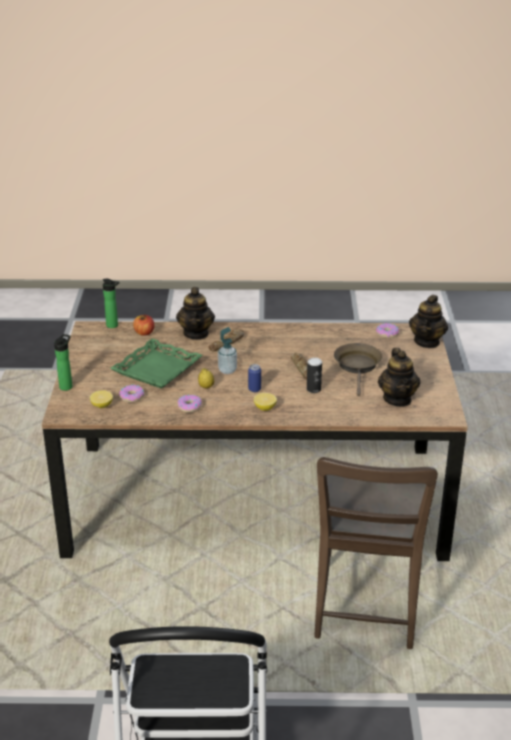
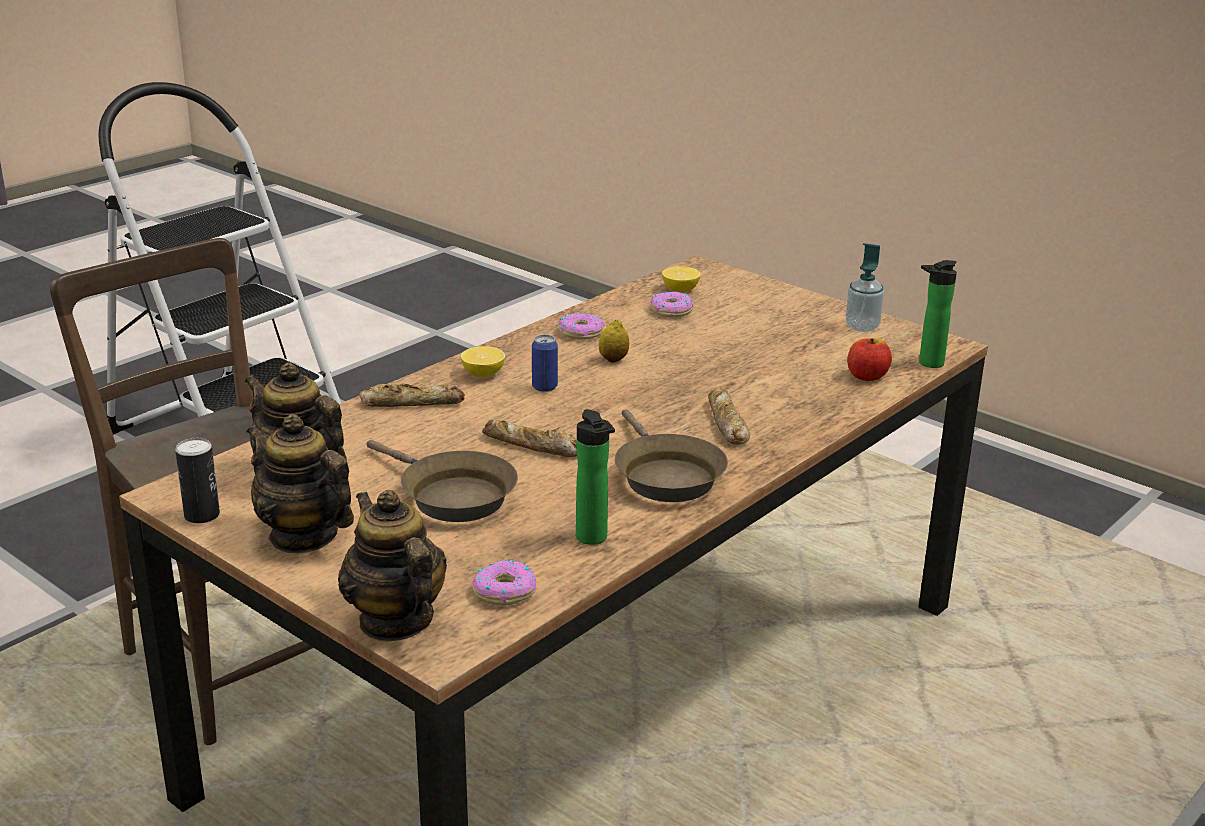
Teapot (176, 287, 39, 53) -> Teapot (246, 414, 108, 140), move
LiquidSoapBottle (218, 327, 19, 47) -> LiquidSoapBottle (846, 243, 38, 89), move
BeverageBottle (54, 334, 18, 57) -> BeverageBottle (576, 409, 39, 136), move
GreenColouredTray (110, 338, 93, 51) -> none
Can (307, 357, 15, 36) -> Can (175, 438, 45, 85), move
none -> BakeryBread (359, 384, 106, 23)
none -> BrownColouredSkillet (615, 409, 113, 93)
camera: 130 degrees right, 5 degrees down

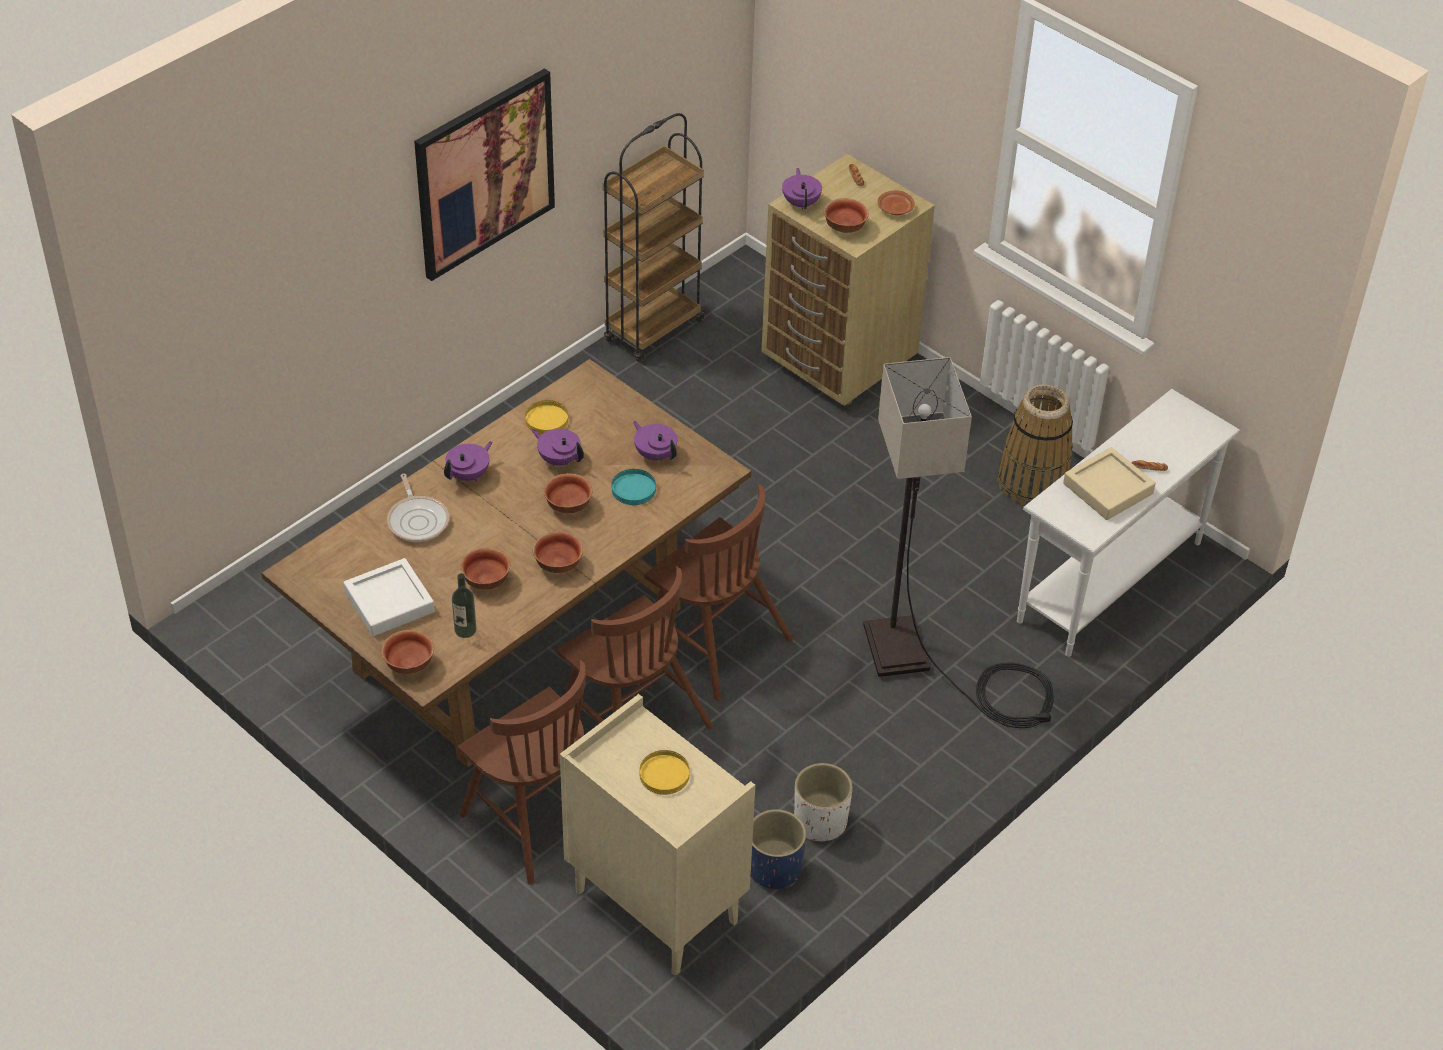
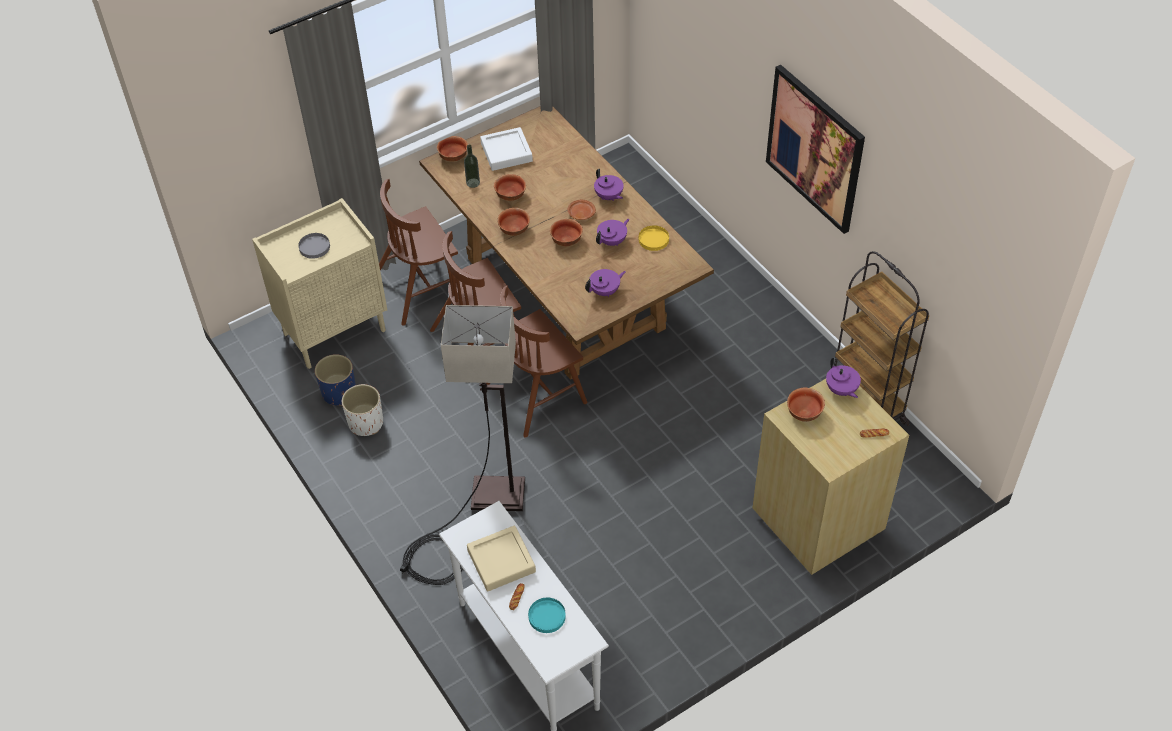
PurpleTeapot (782, 168, 40, 42) -> PurpleTeapot (826, 358, 35, 40), 60 degrees clockwise
BrownColouredPlate (877, 190, 38, 25) -> BrownColouredPlate (568, 200, 28, 20), move
Basket (998, 384, 75, 121) -> none
TurquoiseColouredPlate (612, 469, 44, 36) -> TurquoiseColouredPlate (528, 598, 38, 35), move
Skillet (387, 474, 62, 68) -> none
YellowColouredPlate (640, 750, 50, 45) -> GreyishPlate (298, 233, 32, 26)
camera: 105 degrees right, 5 degrees up

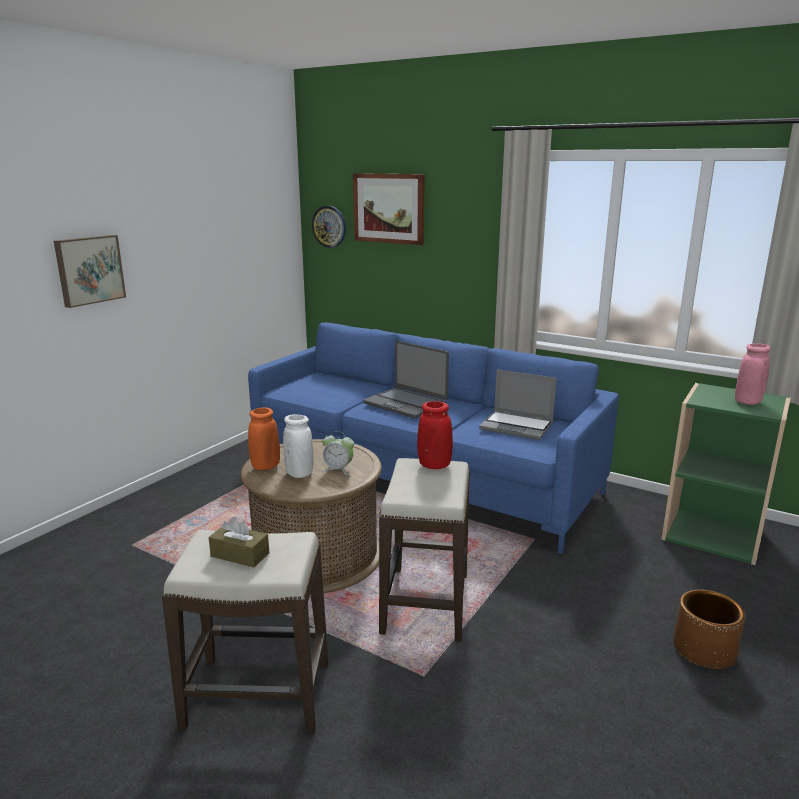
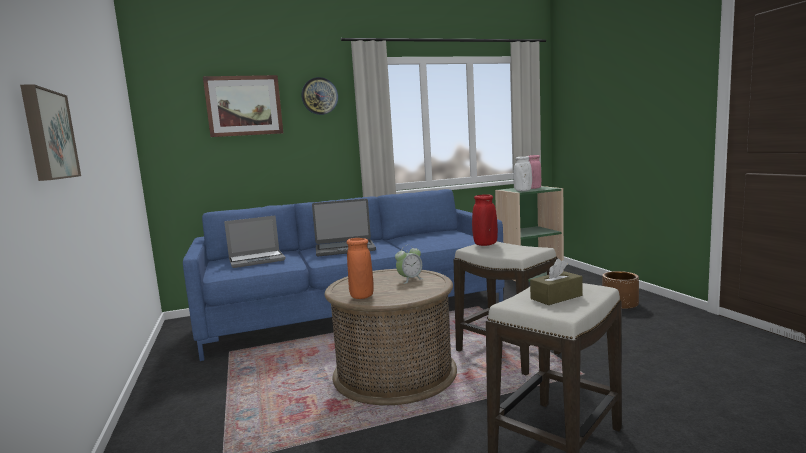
ClockOnTheWall (312, 206, 34, 42) -> ClockOnTheWall (302, 77, 36, 38), move
NotebookComputer (479, 369, 78, 71) -> NotebookComputer (224, 216, 62, 52), move
WhiteVase (283, 414, 31, 64) -> WhiteVase (513, 156, 19, 35), move
camera: 50 degrees left, 10 degrees down

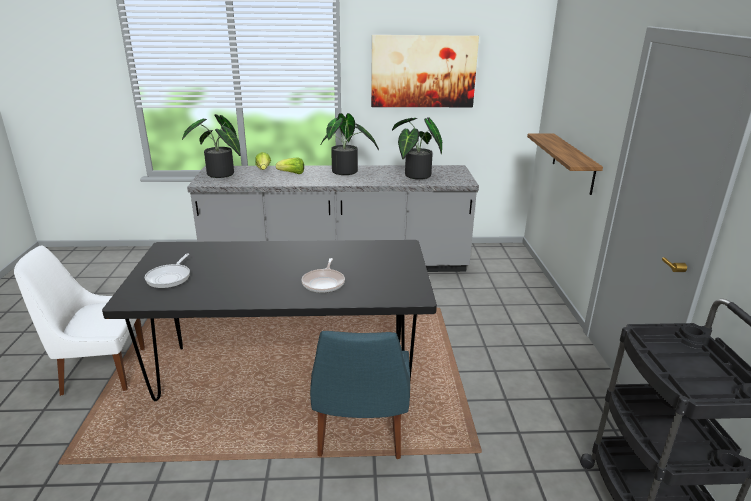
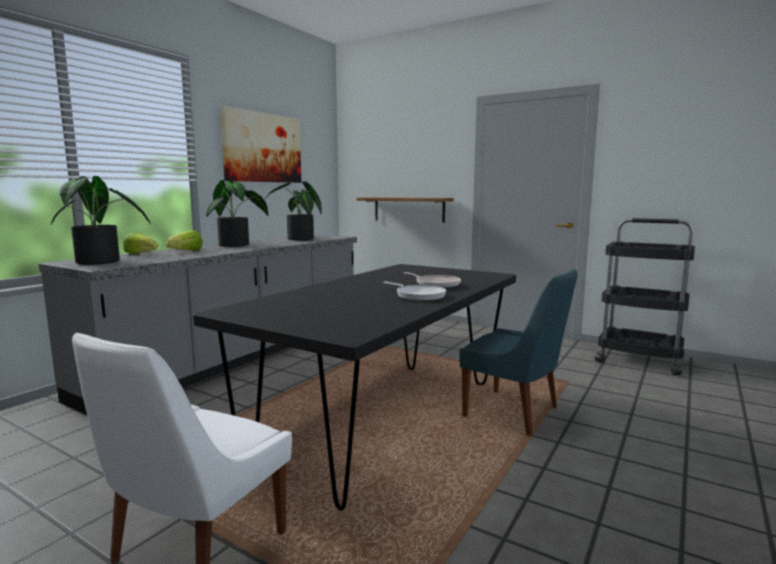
Skillet (145, 254, 45, 34) -> Skillet (383, 282, 63, 19), move
camera: 55 degrees left, 15 degrees down

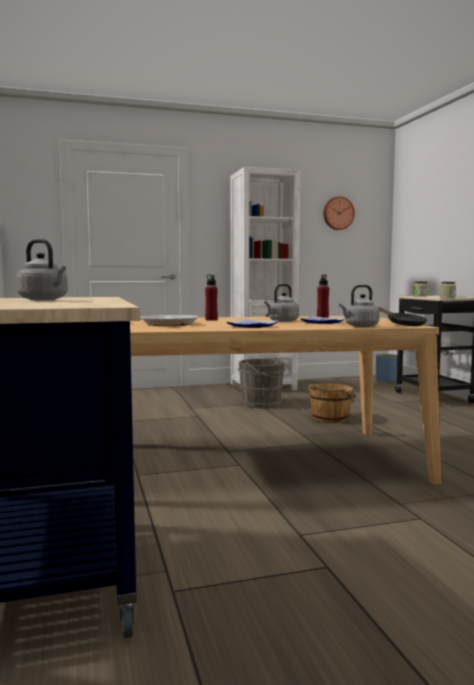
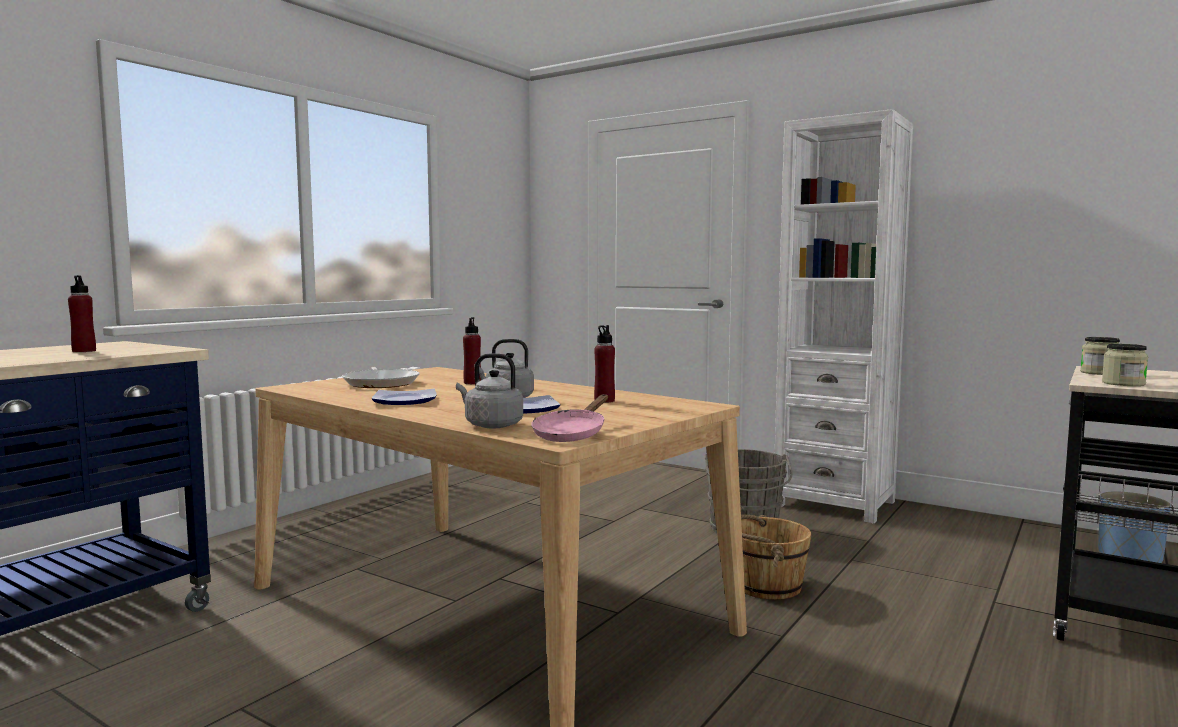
ClockOnTheWall (323, 196, 32, 34) -> none
GreyishKettle (16, 239, 52, 61) -> RedBeverageBottle (68, 275, 28, 77)
BlackSkillet (378, 307, 49, 19) -> PinkSkillet (531, 394, 77, 48)
camera: 50 degrees right, 0 degrees up

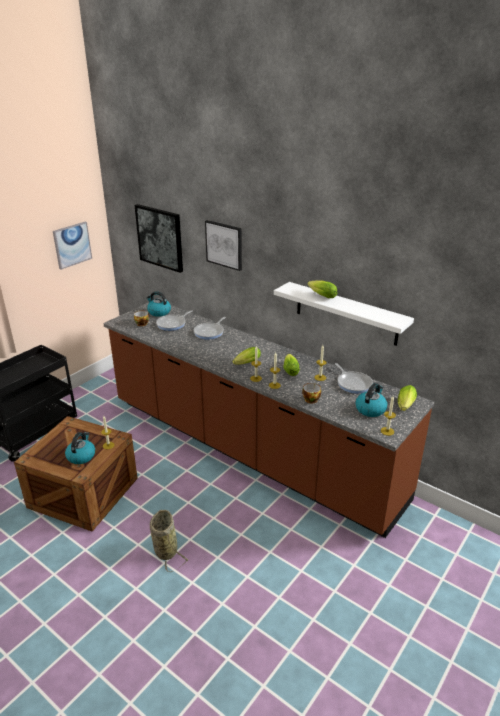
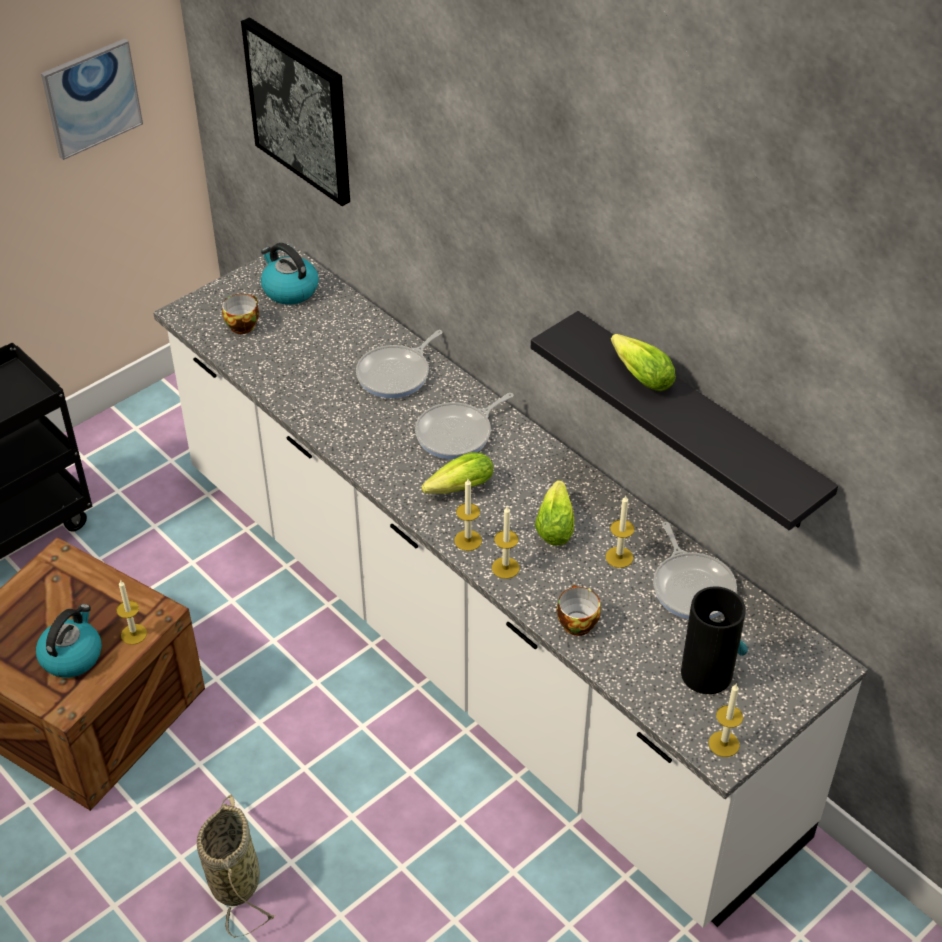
WallArt (205, 220, 37, 51) -> none
WhiteWallShelf (274, 282, 140, 64) -> BlackWallShelf (531, 311, 307, 219)
BrownColouredKitchenCounter (103, 302, 332, 236) -> WhiteKitchenCounter (153, 242, 715, 686)
Skillet (156, 310, 37, 21) -> Skillet (415, 393, 99, 66), move
Kettle (355, 383, 32, 34) -> Vase (681, 586, 67, 108)
LettuceHead (398, 385, 19, 26) -> none
camera: 10 degrees right, 15 degrees up

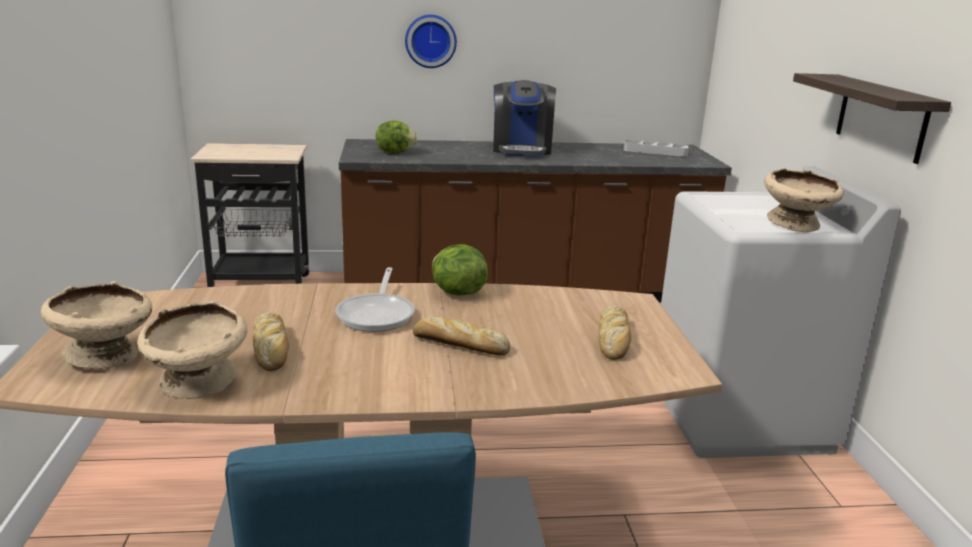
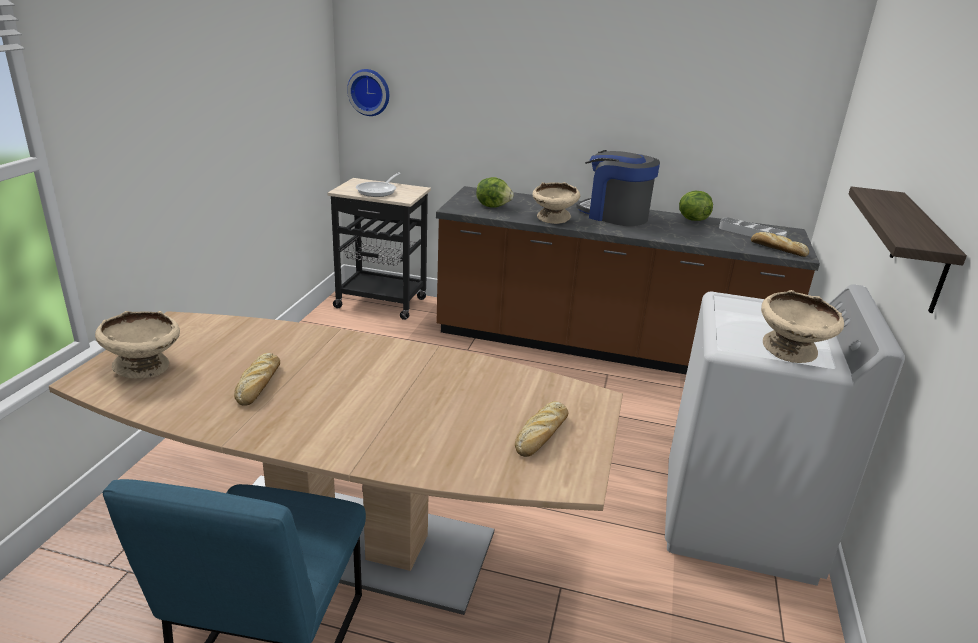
ClockOnTheWall (405, 15, 52, 53) -> ClockOnTheWall (347, 69, 42, 47), move
CoffeeBrewer (493, 80, 63, 77) -> CoffeeBrewer (576, 150, 84, 76), 105 degrees clockwise
LettuceHead (432, 244, 56, 52) -> LettuceHead (679, 191, 34, 30), move
Skillet (335, 267, 80, 65) -> Skillet (356, 172, 45, 25), move
SandColouredServingBowl (137, 301, 110, 98) -> SandColouredServingBowl (532, 182, 48, 42), move
BakeryBread (413, 316, 97, 40) -> BakeryBread (751, 232, 58, 25), move
camera: 20 degrees right, 5 degrees up

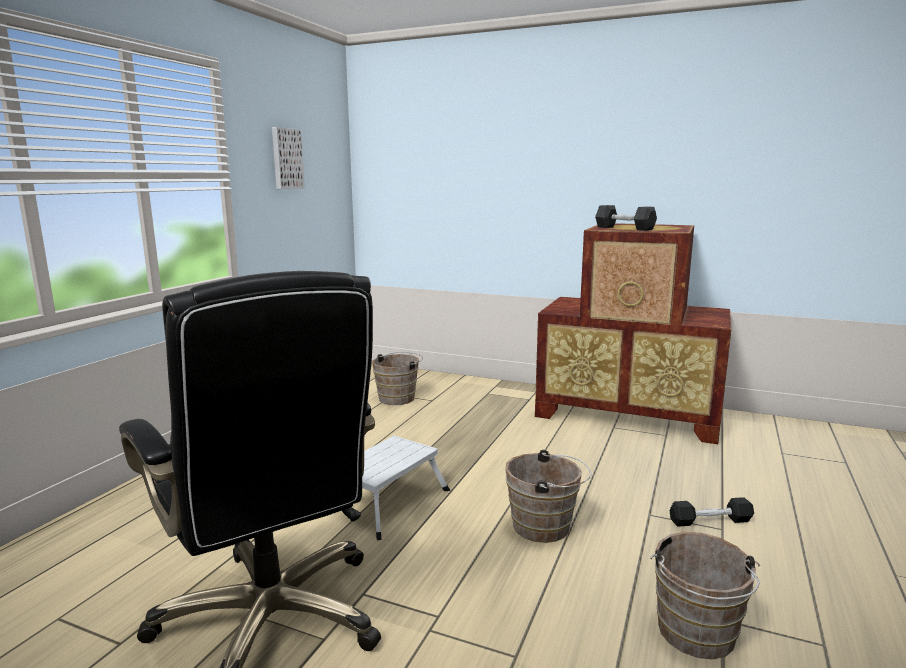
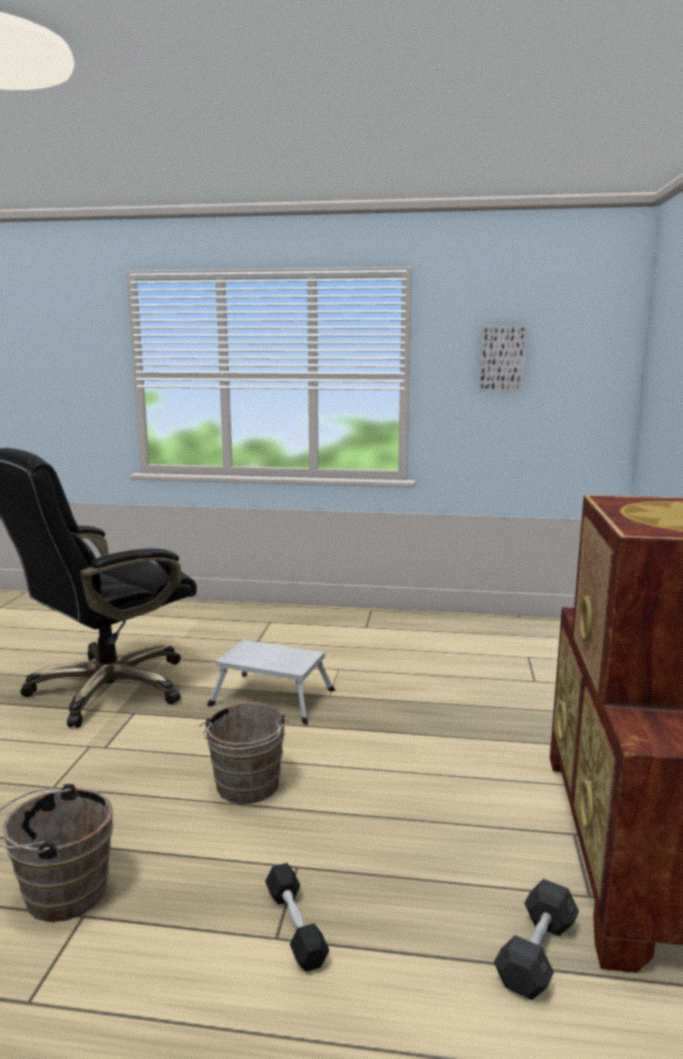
GreyishDumbbell (595, 205, 62, 26) -> GreyishDumbbell (494, 879, 85, 121), move
BrownColouredBucket (372, 352, 51, 53) -> none
camera: 75 degrees right, 0 degrees up

